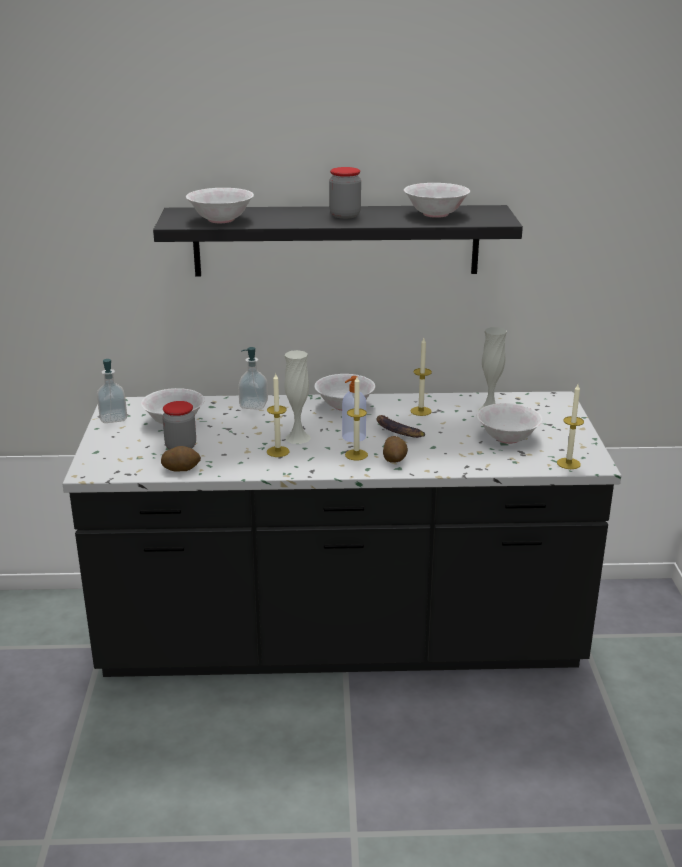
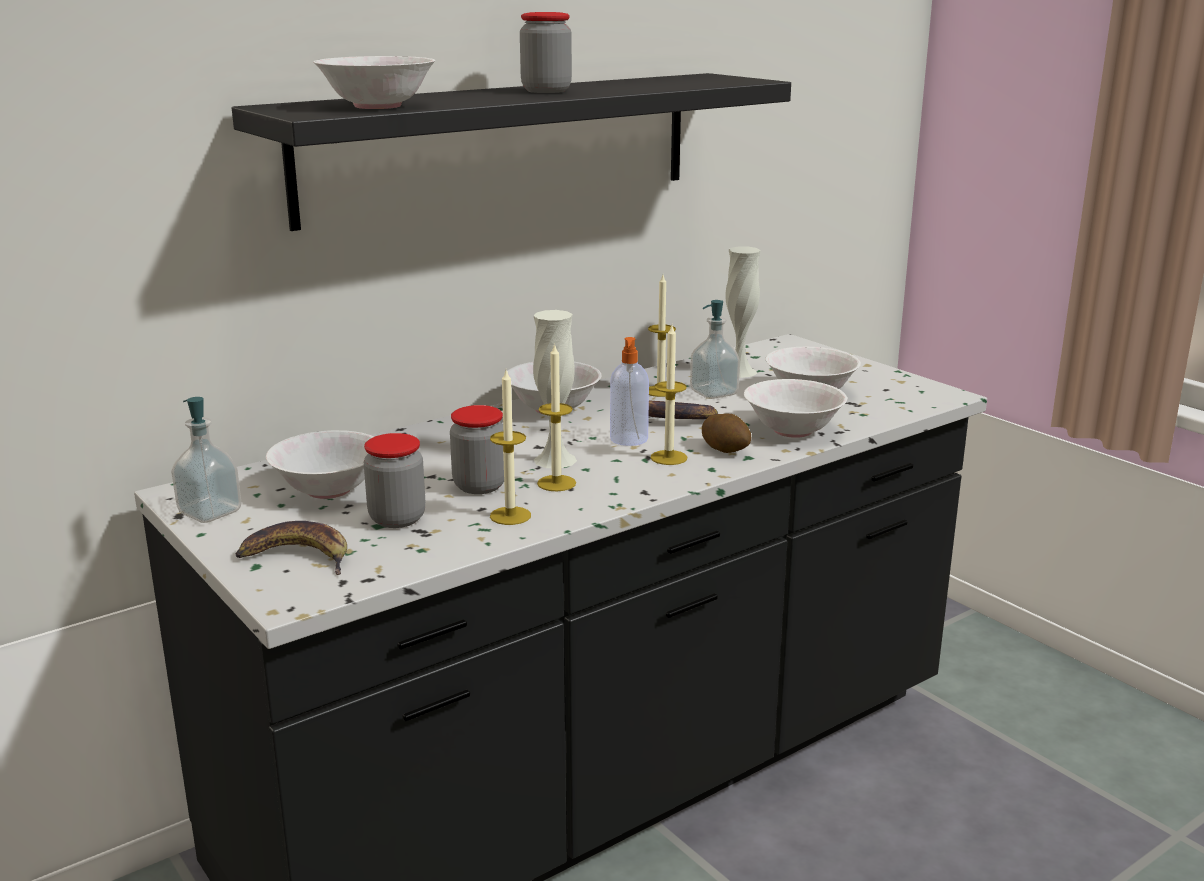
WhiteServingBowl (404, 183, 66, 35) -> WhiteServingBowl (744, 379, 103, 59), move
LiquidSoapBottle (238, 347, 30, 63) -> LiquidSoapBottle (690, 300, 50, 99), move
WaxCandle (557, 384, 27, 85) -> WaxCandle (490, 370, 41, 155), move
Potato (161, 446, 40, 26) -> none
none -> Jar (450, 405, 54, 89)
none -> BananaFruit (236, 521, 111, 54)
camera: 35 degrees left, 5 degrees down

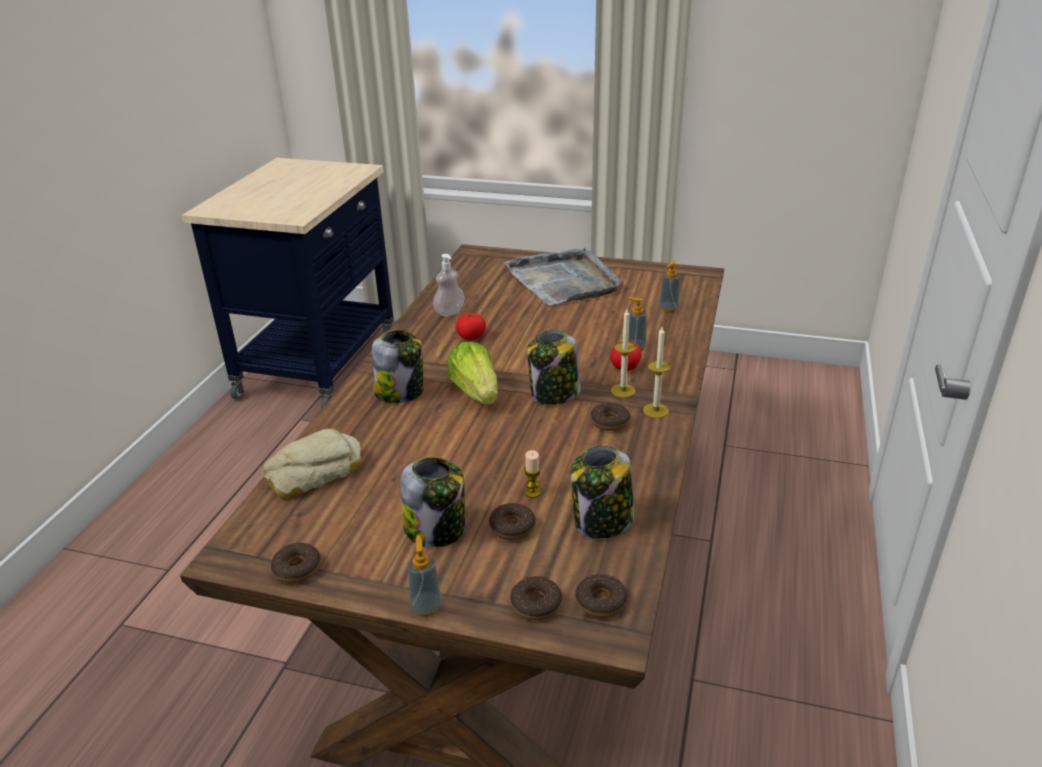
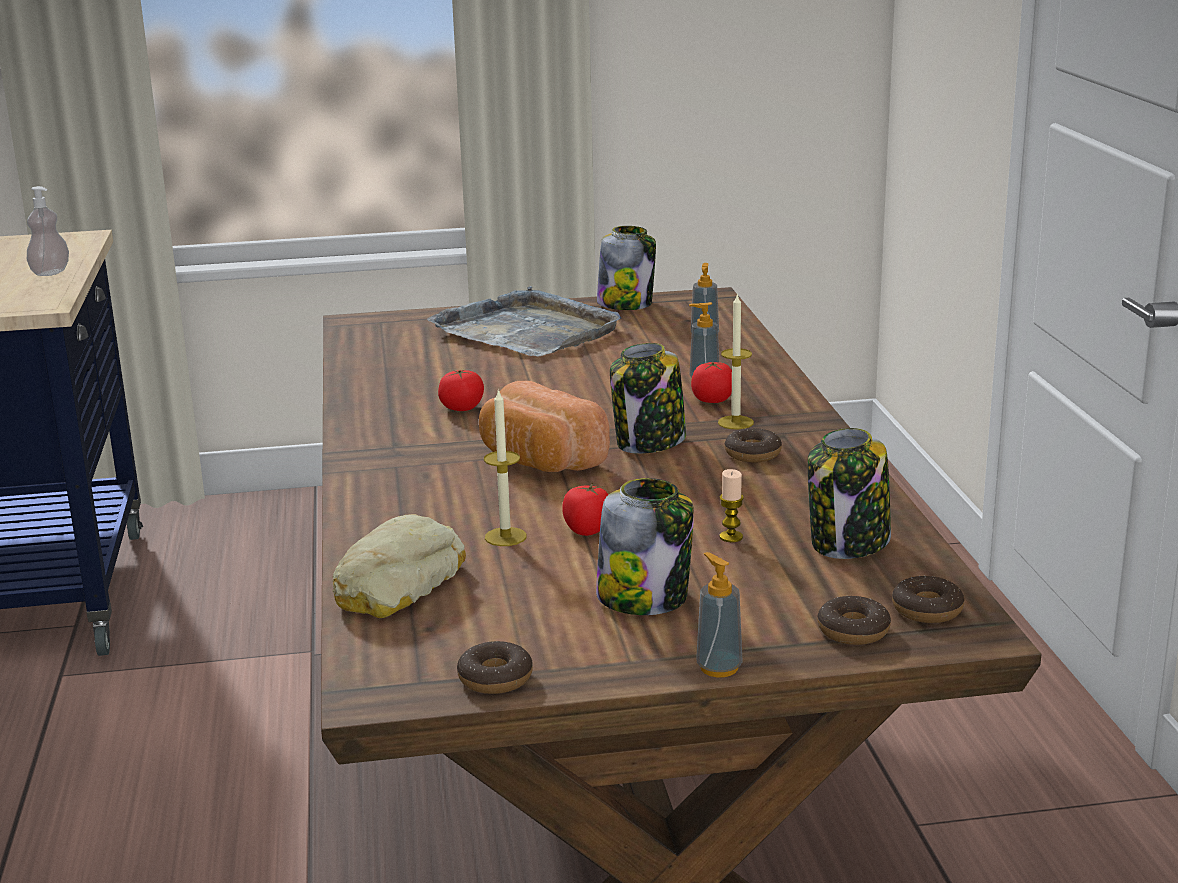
LiquidSoapBottle (433, 254, 32, 62) -> LiquidSoapBottle (27, 186, 42, 90), move
WaxCandle (643, 327, 28, 91) -> WaxCandle (484, 389, 43, 157), move
Jar (372, 330, 51, 73) -> Jar (597, 226, 59, 84), move
LettuceHead (448, 342, 50, 63) -> BakeryBread (479, 381, 131, 91)
RingDoughnut (489, 503, 47, 37) -> none
none -> Tomato (562, 483, 47, 53)
camera: 25 degrees left, 10 degrees down

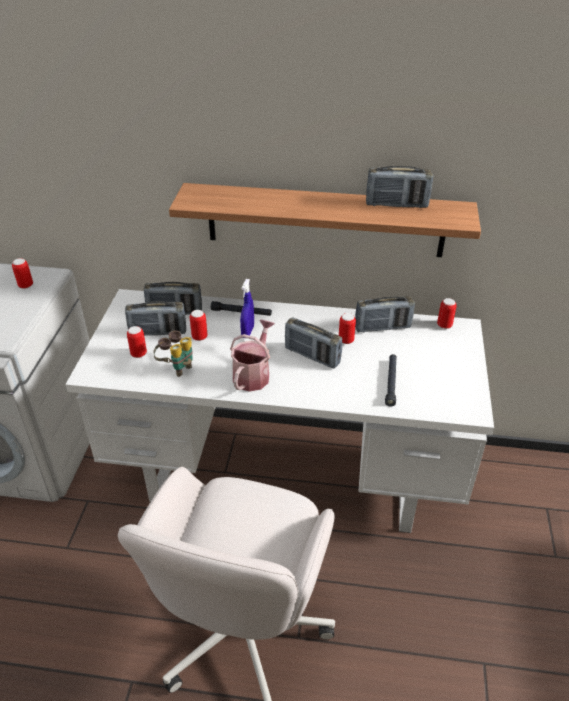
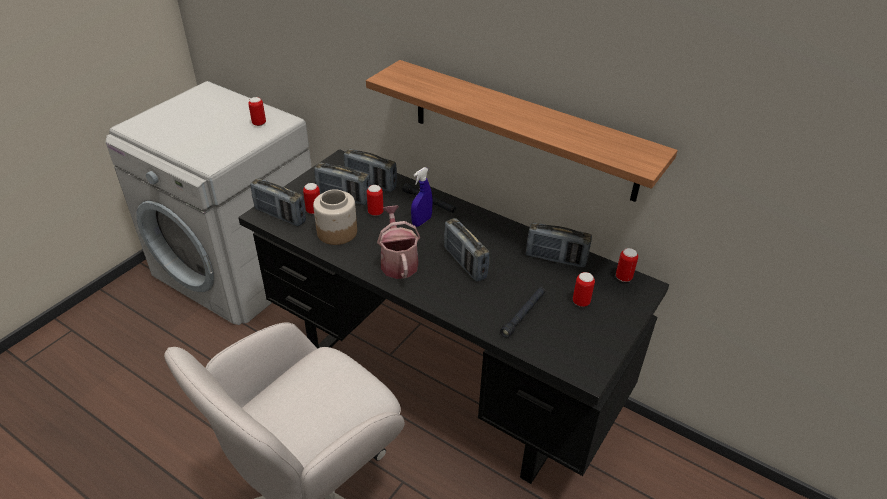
RadioSet (366, 166, 67, 42) -> RadioSet (250, 178, 56, 48), move
WhiteDesk (65, 289, 429, 244) -> BlackDesk (238, 149, 431, 335)
Can (339, 313, 17, 31) -> Can (573, 272, 22, 35), move
WateringPot (230, 320, 45, 72) -> WateringPot (377, 205, 43, 74), 60 degrees counterclockwise
Binoculars (154, 331, 39, 46) -> Jar (313, 189, 44, 56)
camera: 25 degrees right, 0 degrees up

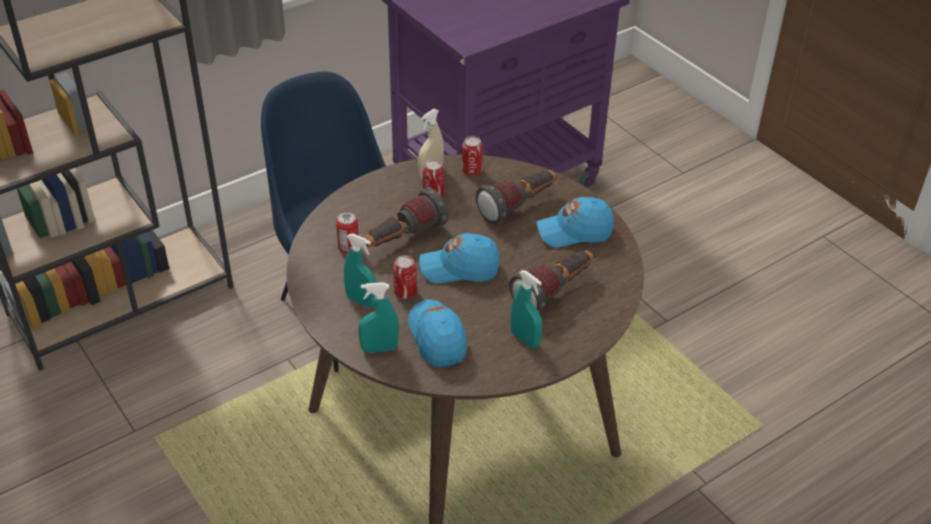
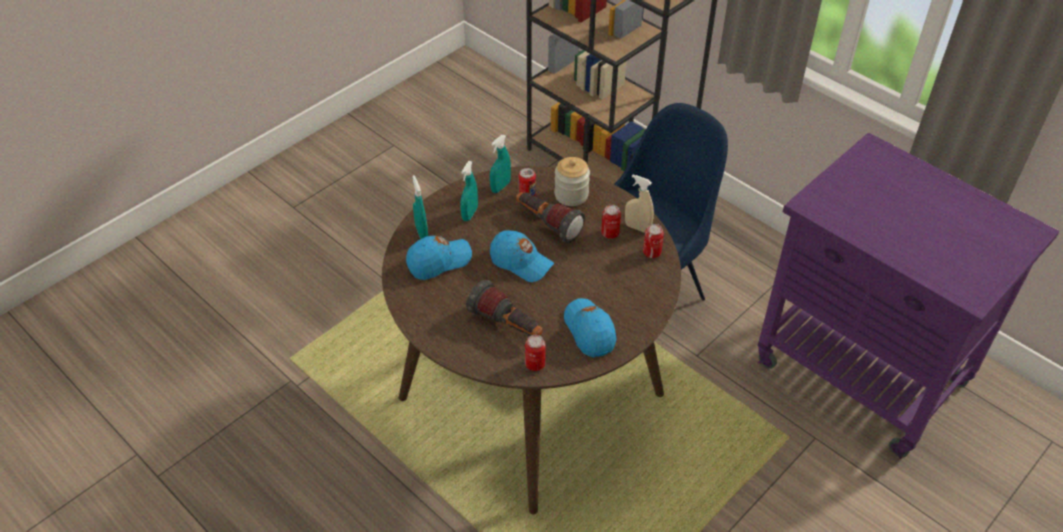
Torch (476, 170, 81, 55) -> none
BluishBaseballCap (419, 233, 81, 50) -> BluishBaseballCap (490, 230, 64, 52), 135 degrees clockwise
Can (393, 255, 24, 44) -> Can (525, 335, 20, 36), move
TurquoiseColouredHandSprayer (511, 270, 31, 78) -> TurquoiseColouredHandSprayer (490, 135, 21, 58), move
none -> Jar (554, 157, 36, 49)
camera: 80 degrees right, 5 degrees up

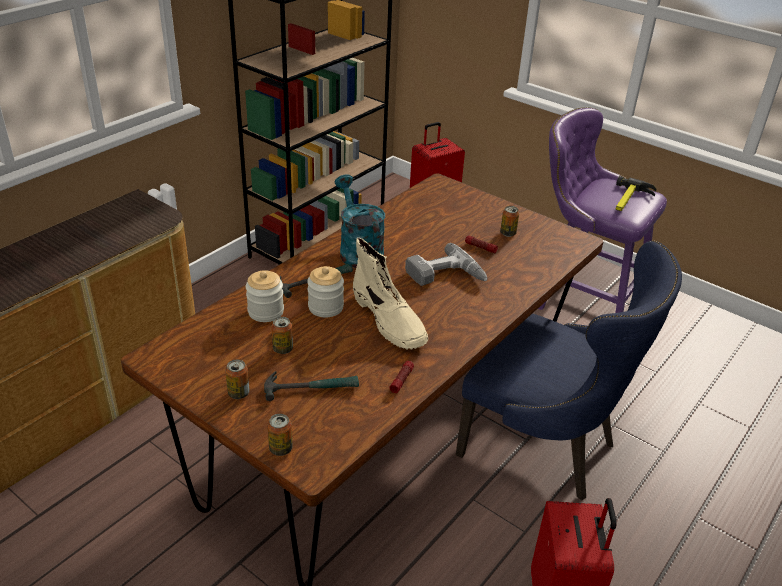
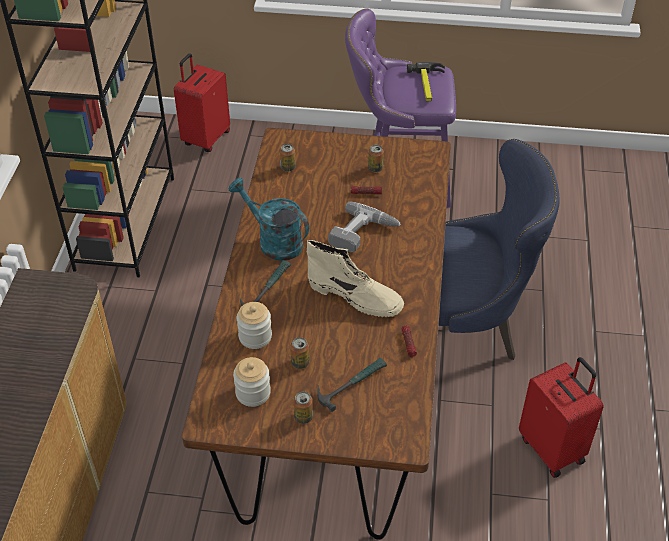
Jar (307, 266, 37, 51) -> Jar (233, 357, 38, 50), move
Can (268, 414, 25, 42) -> Can (280, 144, 15, 27), move
camera: 30 degrees left, 10 degrees up

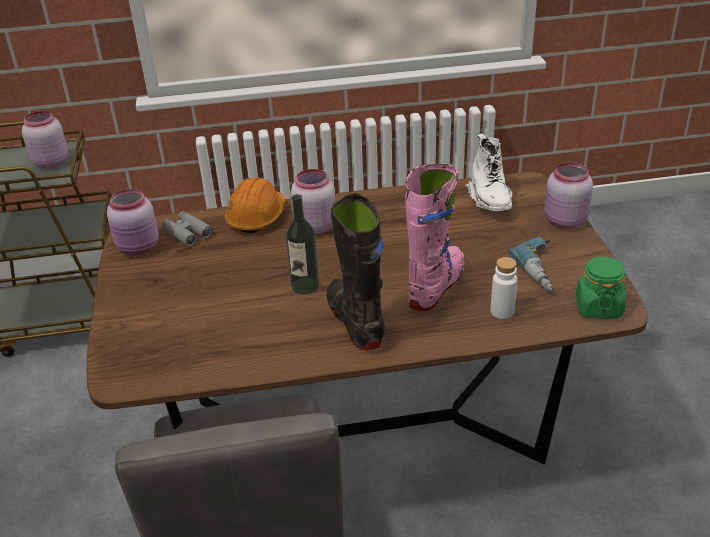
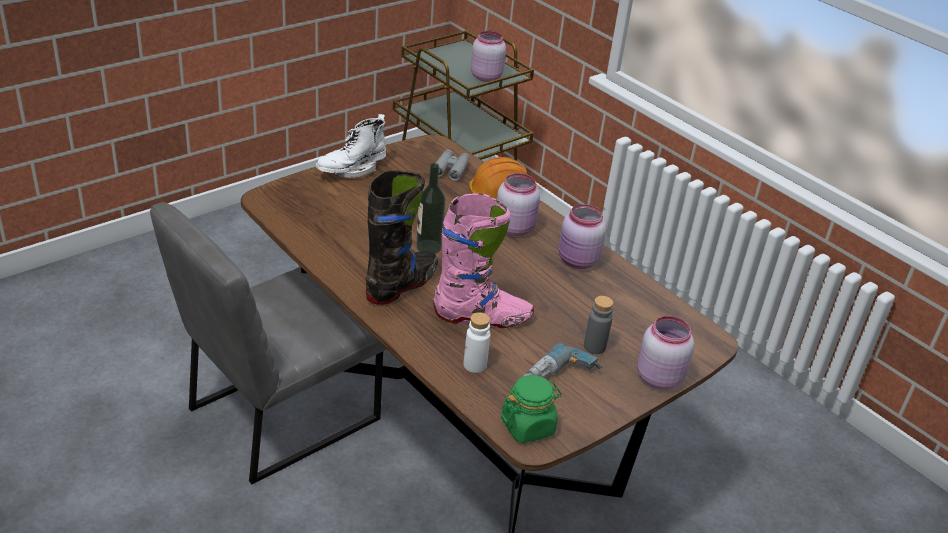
WhiteTallBoot (465, 134, 47, 77) -> WhiteTallBoot (316, 114, 70, 64), move
PinkJar (107, 189, 51, 66) -> PinkJar (559, 204, 47, 65), move
none -> GreyishBeverageBottle (584, 296, 29, 58)
camera: 55 degrees right, 0 degrees up

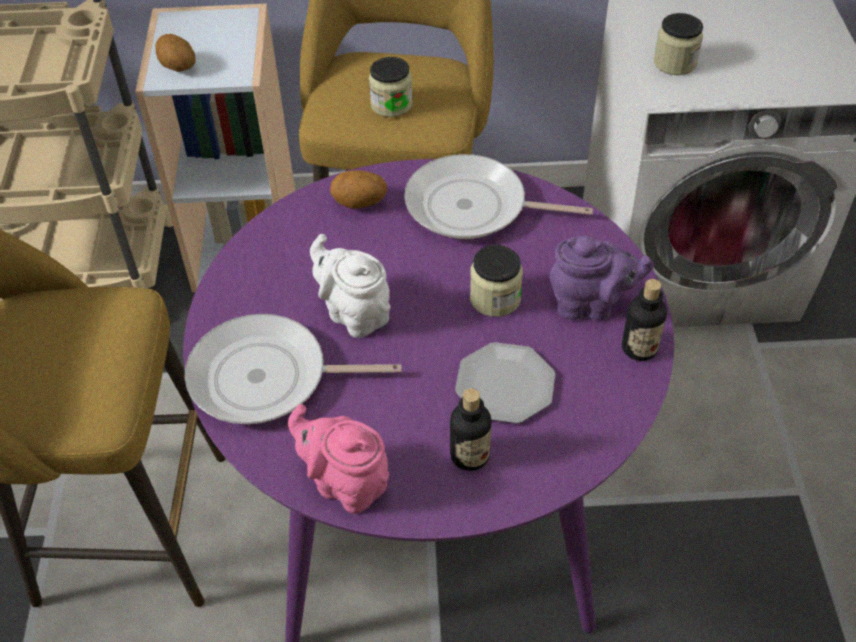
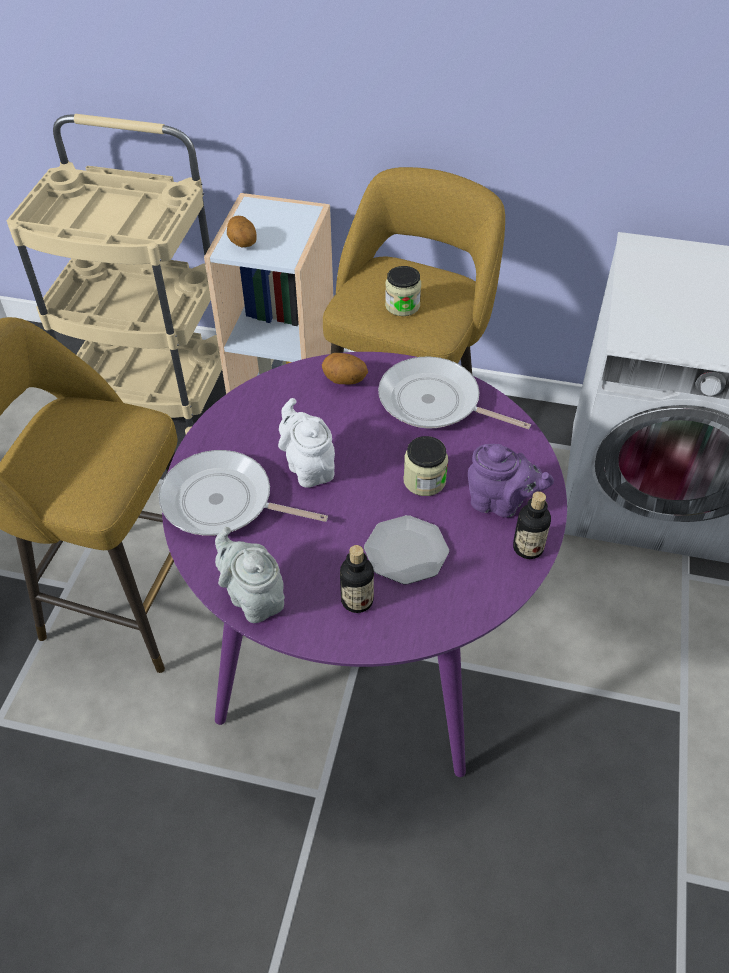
Jar (654, 13, 49, 62) -> none
PinkTeapot (288, 404, 101, 110) -> GreyishTeapot (215, 527, 70, 96)
camera: 15 degrees right, 0 degrees up

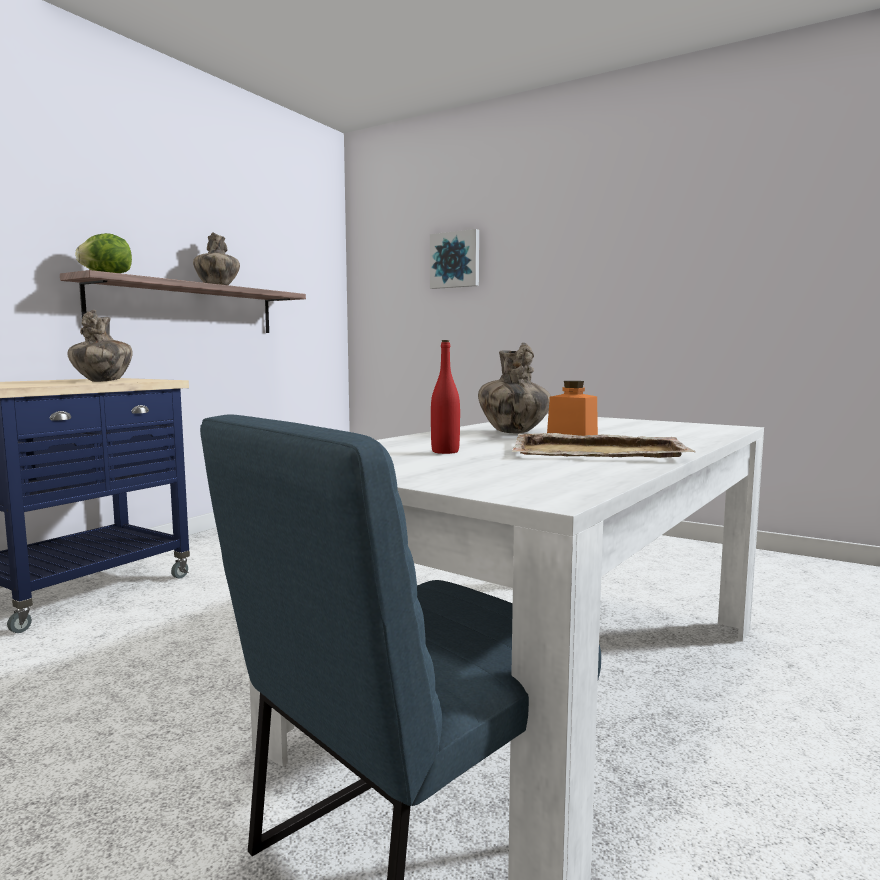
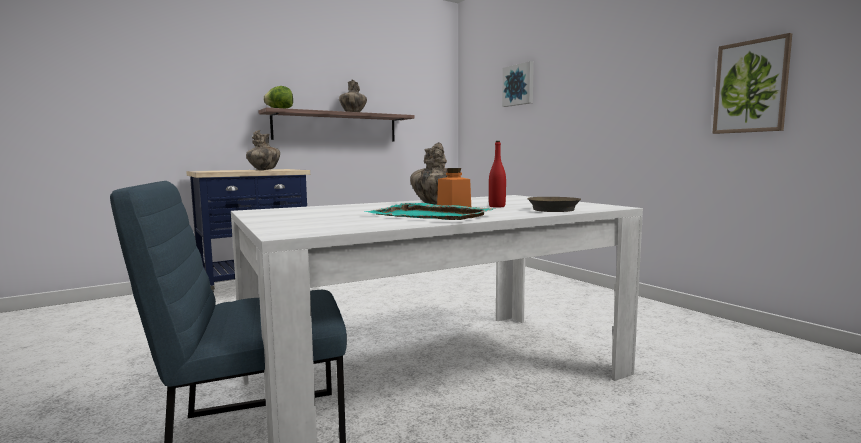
RedBeverageBottle (431, 340, 29, 114) -> RedBeverageBottle (489, 141, 17, 66), move
SandColouredTray (512, 433, 183, 25) -> TurquoiseColouredTray (365, 203, 131, 17)
none -> WallArt (712, 33, 80, 101)
none -> BrownColouredSkillet (527, 197, 54, 15)
camera: 25 degrees right, 0 degrees up

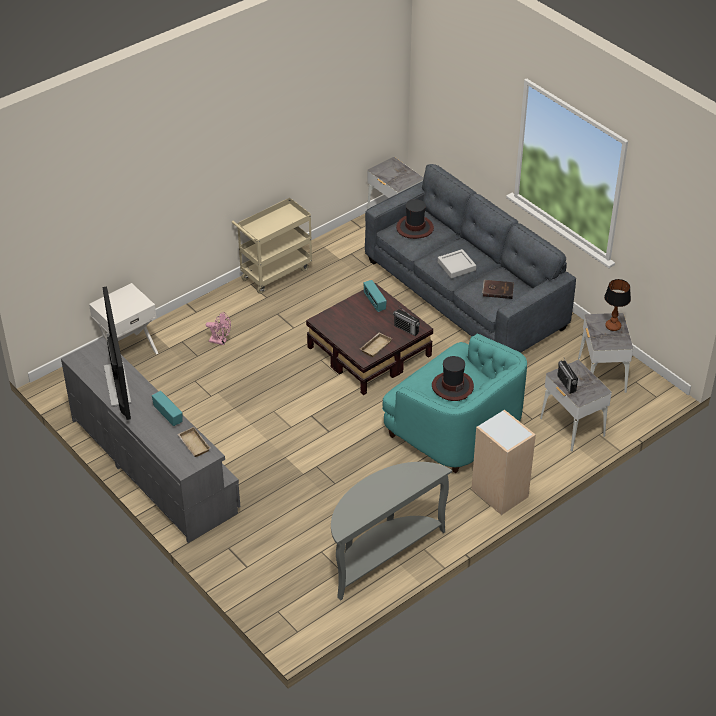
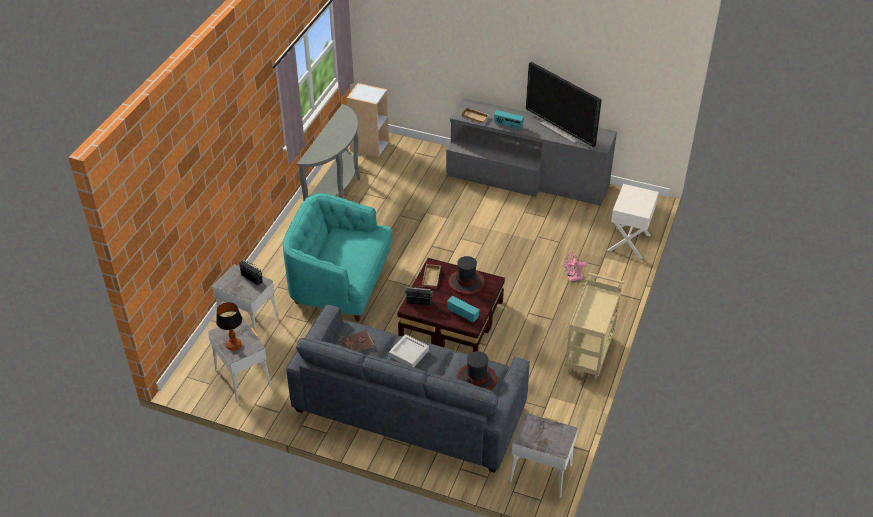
WearableHat (432, 356, 42, 45) -> WearableHat (448, 256, 37, 39), move
Bookshelf (471, 410, 65, 105) -> Bookshelf (347, 83, 42, 74), move
camera: 150 degrees right, 0 degrees up

